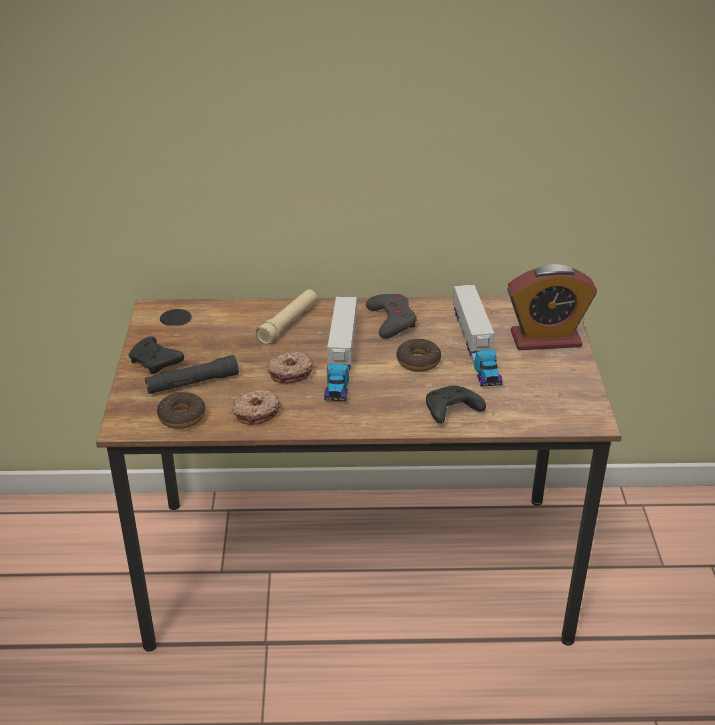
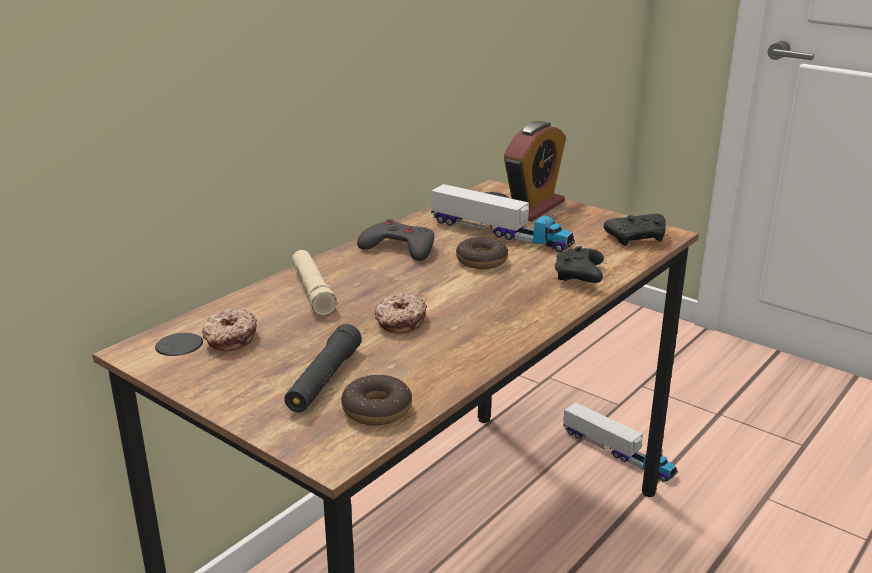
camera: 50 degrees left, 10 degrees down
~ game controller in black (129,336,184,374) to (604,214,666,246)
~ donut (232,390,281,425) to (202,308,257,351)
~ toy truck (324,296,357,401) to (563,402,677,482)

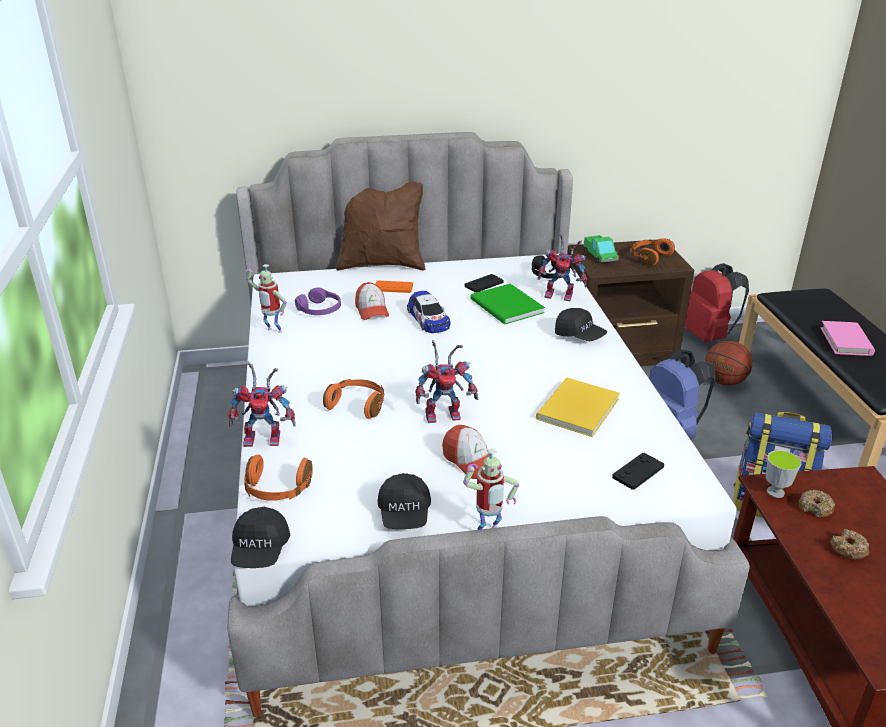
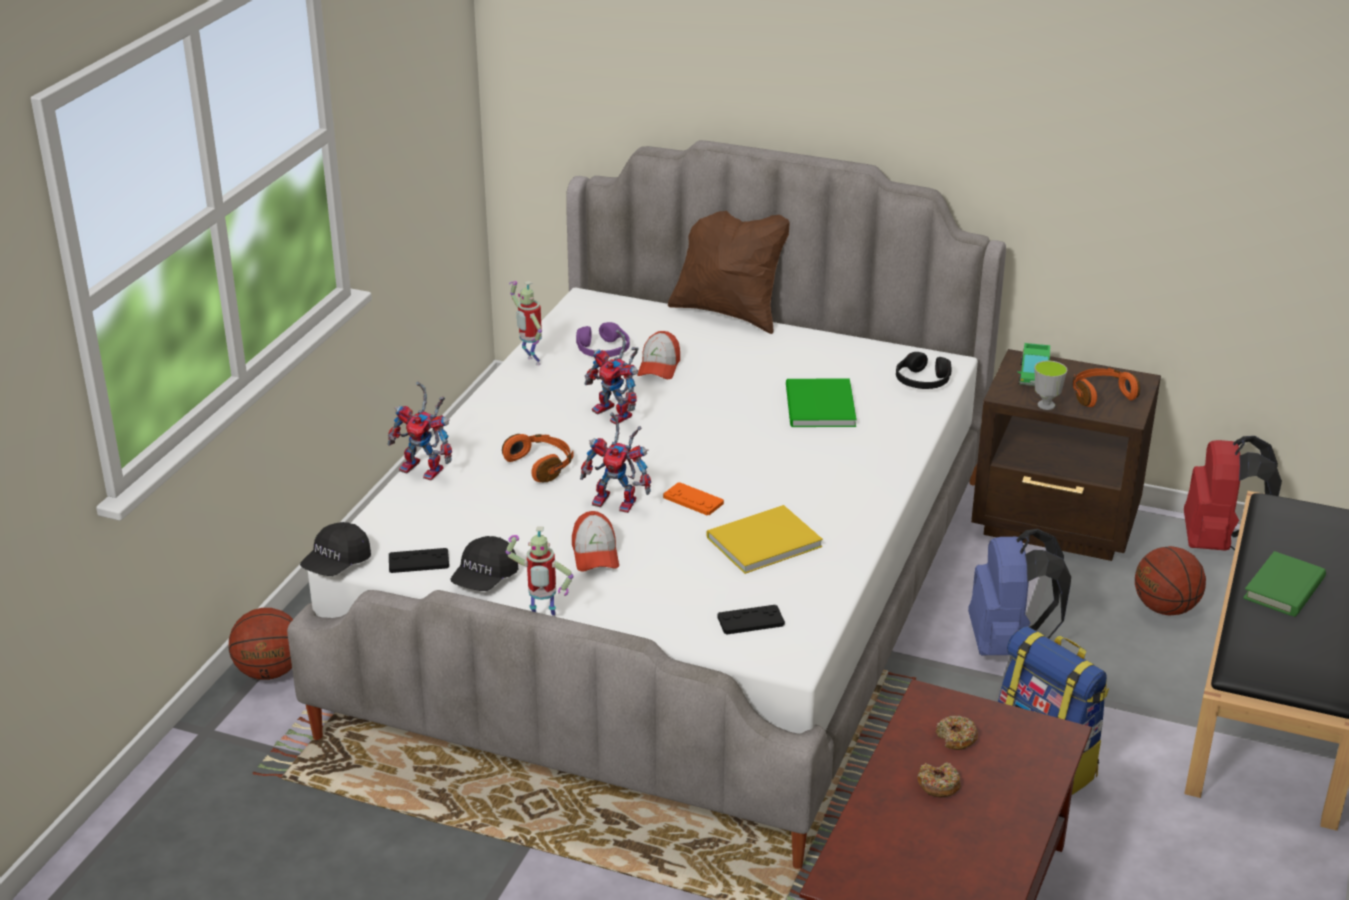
camera: 30 degrees right, 0 degrees up
- headphones in orange (244,454,313,501)
~ game controller in orange (375,281,413,293) to (663,483,724,515)
- toy car (407,291,450,333)
~ game controller in black (464,274,503,293) to (389,548,449,573)
~ toy robot (537,232,587,301) to (584,329,639,425)
- cap in black (555,308,607,341)
~ cup (766,450,801,498) to (1034,361,1067,410)
~ book in pink (820,321,875,356) to book in green (1243,551,1326,617)
+ basketball (229,608,293,680)

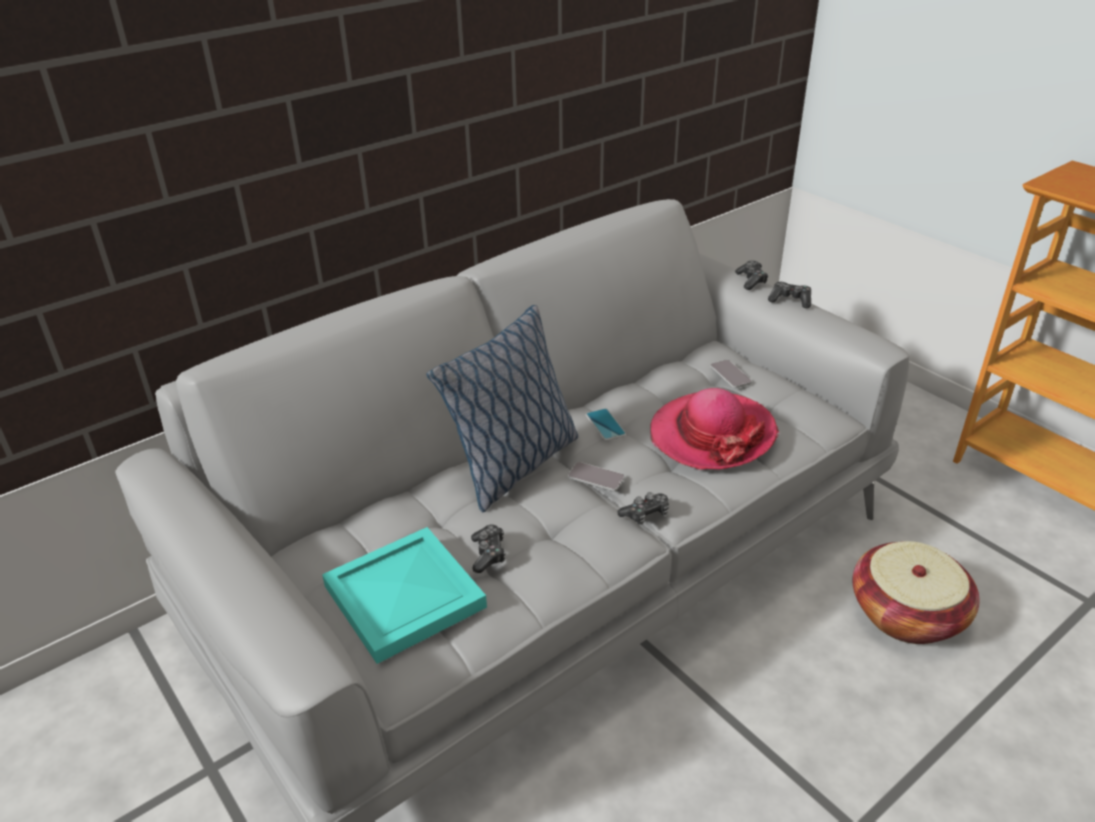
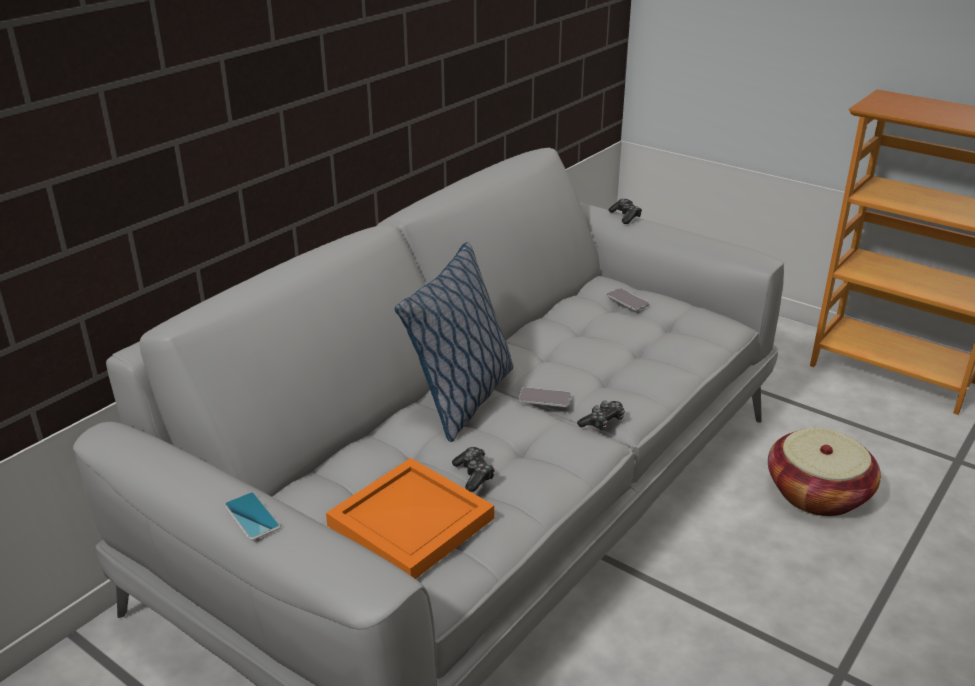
camera: 15 degrees left, 5 degrees down
~ tray in turquoise (322,527,487,664) to tray in orange (326,458,494,579)
~ phone (586,408,626,441) to (224,492,281,540)
- hat (650,388,779,470)
- game controller (768,282,811,308)

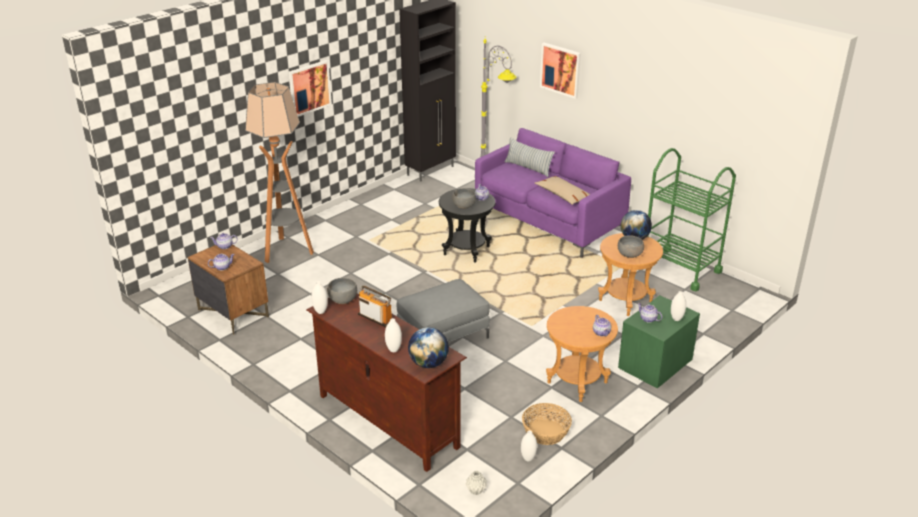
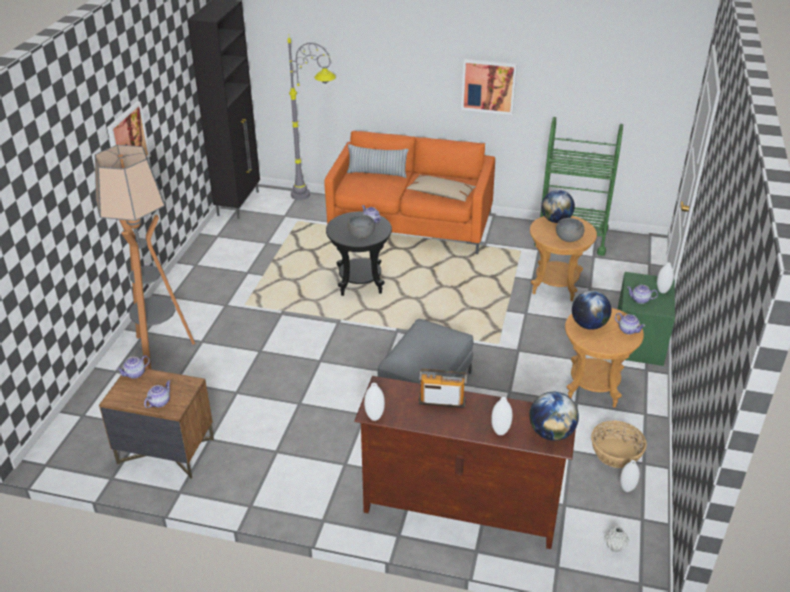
camera: 30 degrees left, 5 degrees up
- bowl in grey (327,278,357,304)
~ sofa in purple (475,128,631,258) to sofa in orange (324,131,495,254)
~ picture (540,43,581,99) to (461,59,517,115)
+ globe (572,291,612,330)

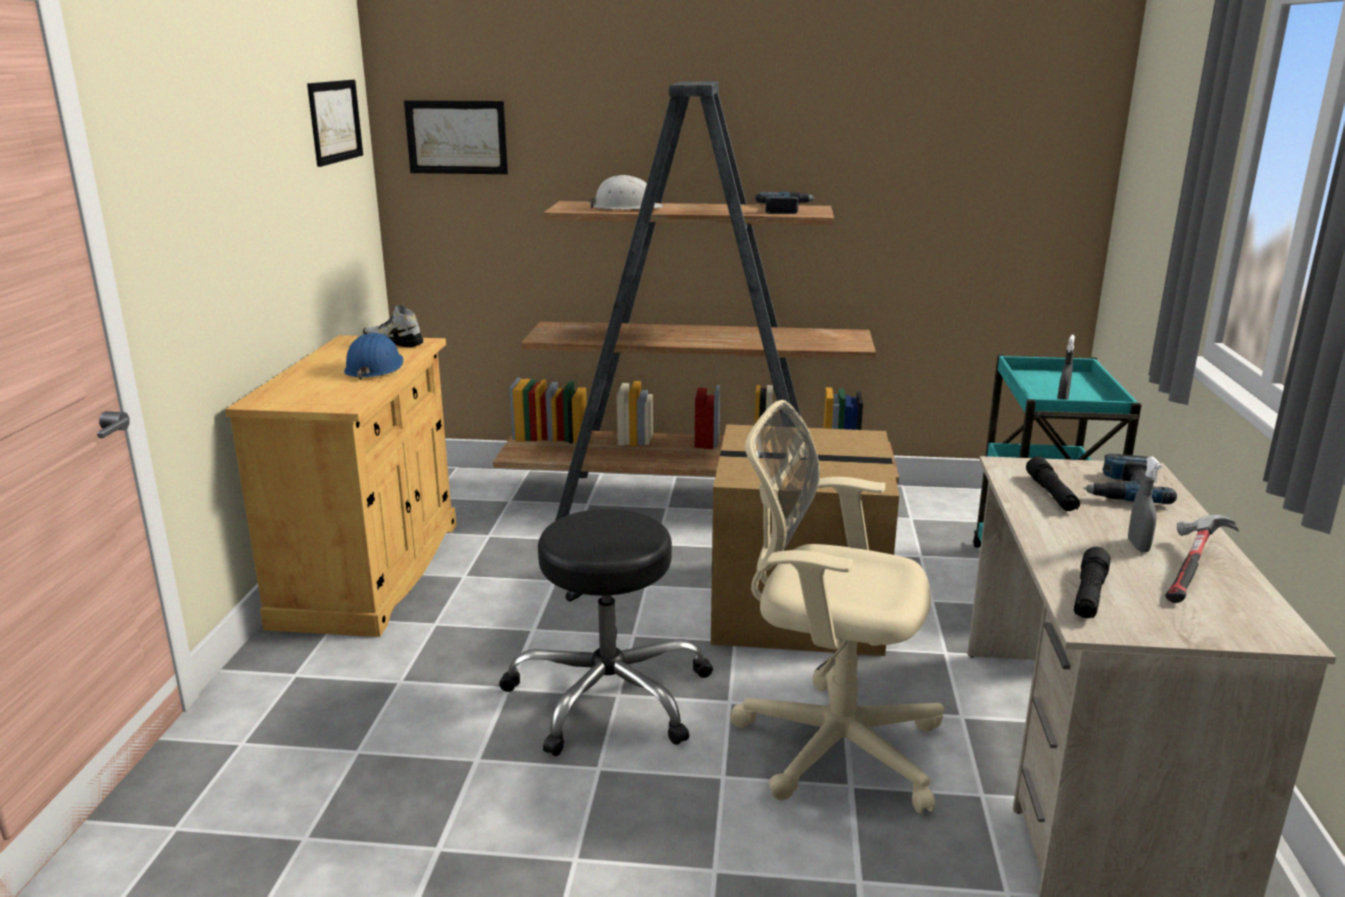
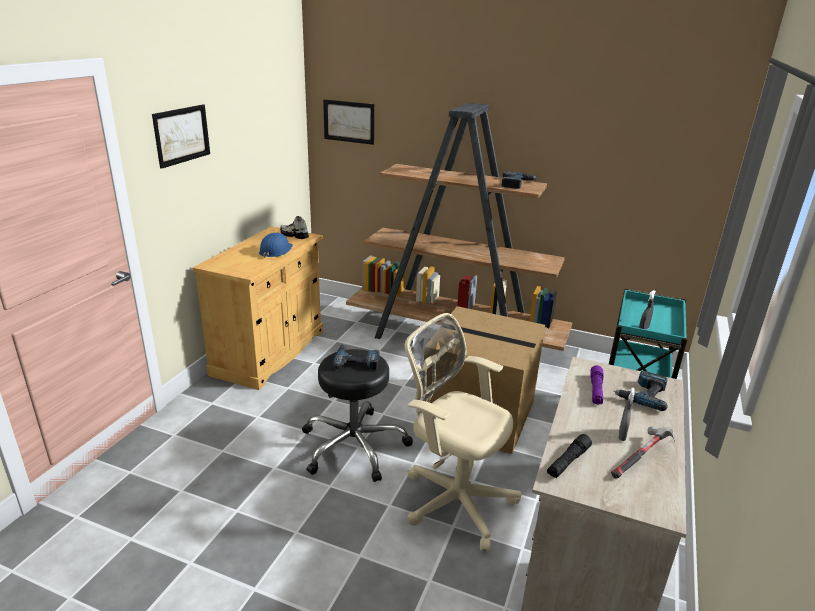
camera: 15 degrees right, 5 degrees up
~ picture (307,80,363,167) to (152,104,210,169)
- hard hat in white (588,175,663,210)
~ flashlight in black (1026,456,1080,511) to flashlight in purple (590,365,604,404)
+ power drill (333,344,380,370)

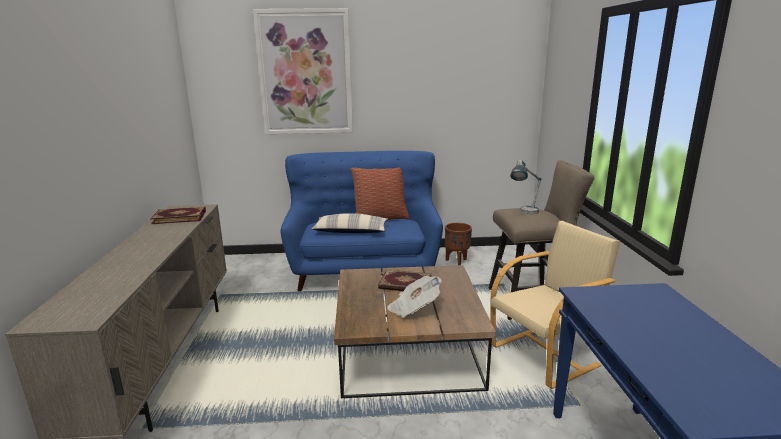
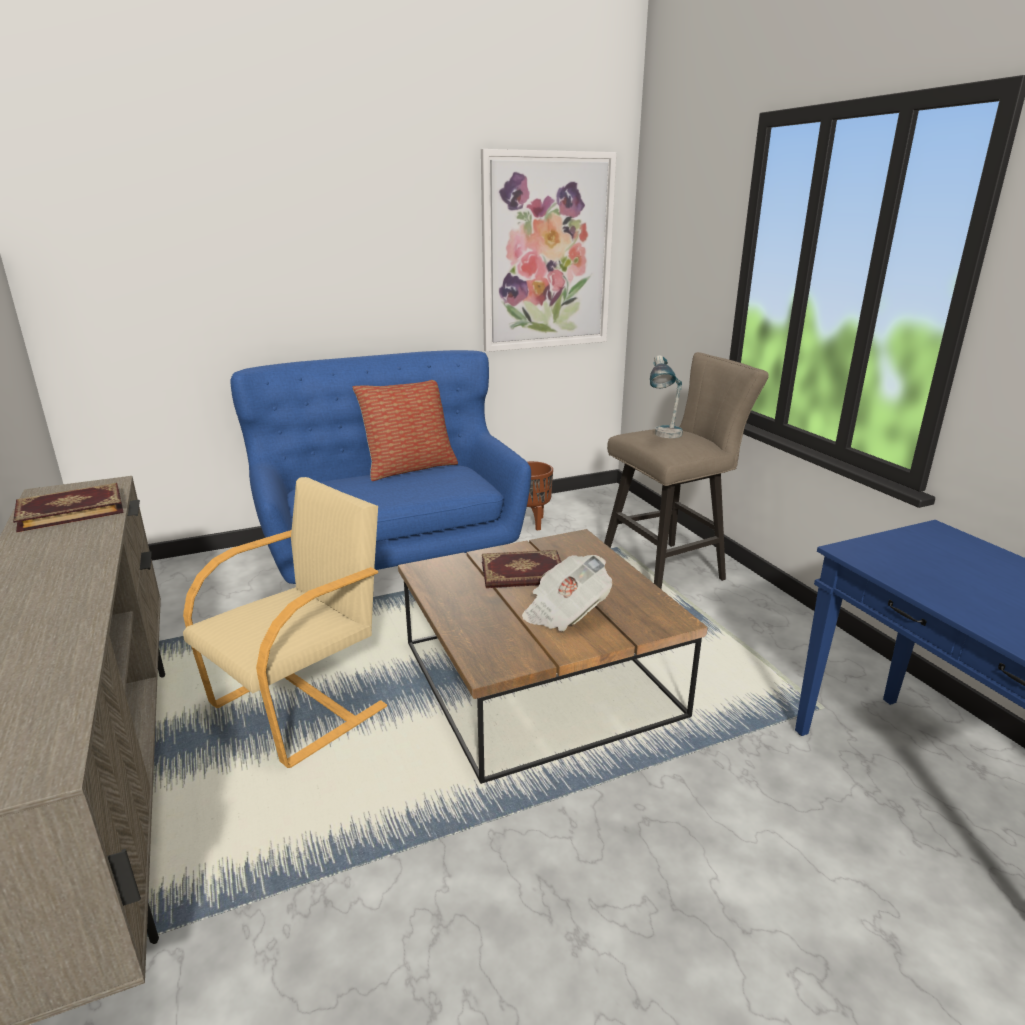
camera: 20 degrees left, 5 degrees up
~ picture (253,8,353,134) to (481,149,616,352)
- pillow (312,213,388,233)
~ armchair in beige (490,221,620,389) to (183,477,387,768)

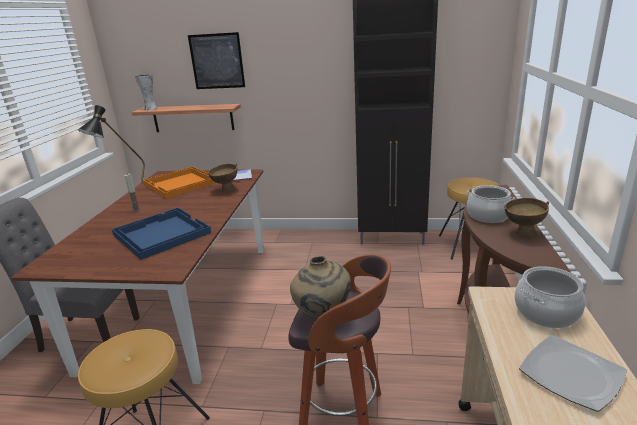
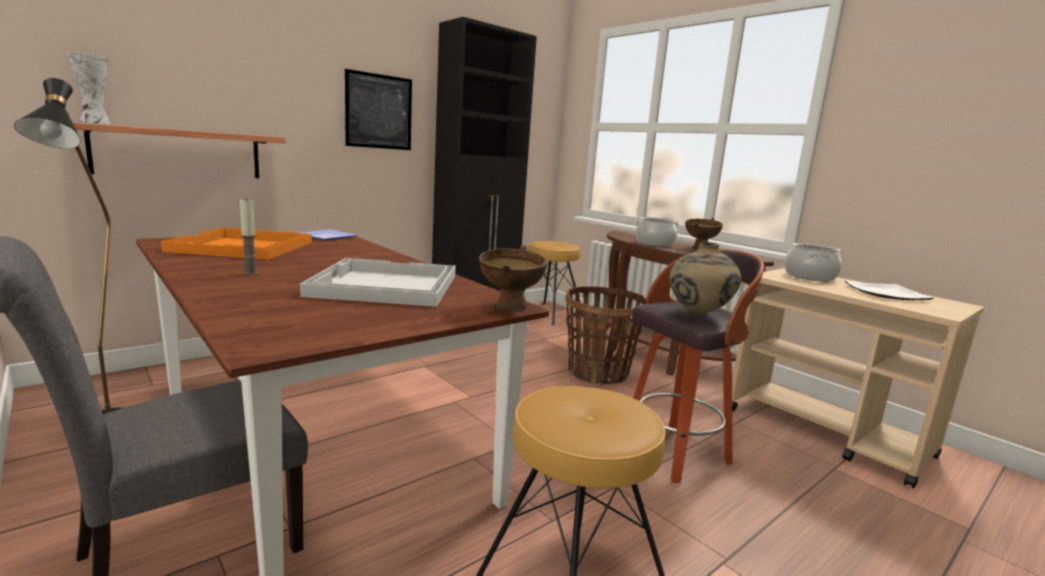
camera: 50 degrees left, 10 degrees down
~ tray in blue (112,208,211,260) to tray in white (300,258,456,307)
~ picture (188,32,245,89) to (345,69,412,150)
~ bowl in brown (207,163,238,193) to (479,245,548,312)
+ basket (565,286,647,385)

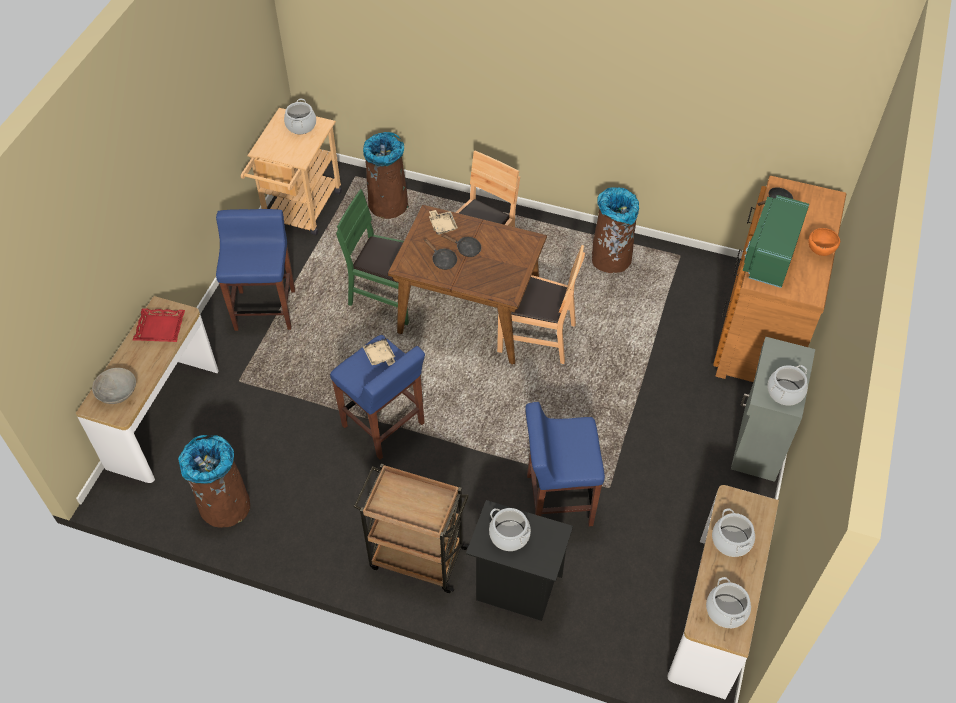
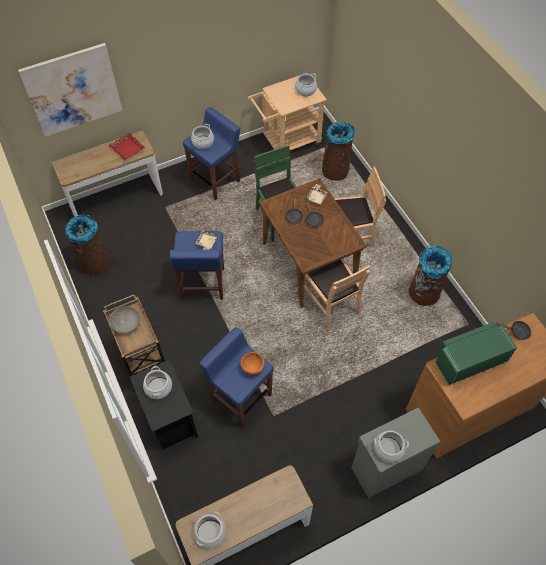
camera: 45 degrees right, 5 degrees up
~ bowl in grey (92,368,136,404) to (109,306,140,334)
~ cooking pot (712,508,755,557) to (191,124,214,149)
~ bowl in orange (808,228,840,256) to (241,352,264,375)
+ picture (18,43,123,137)

